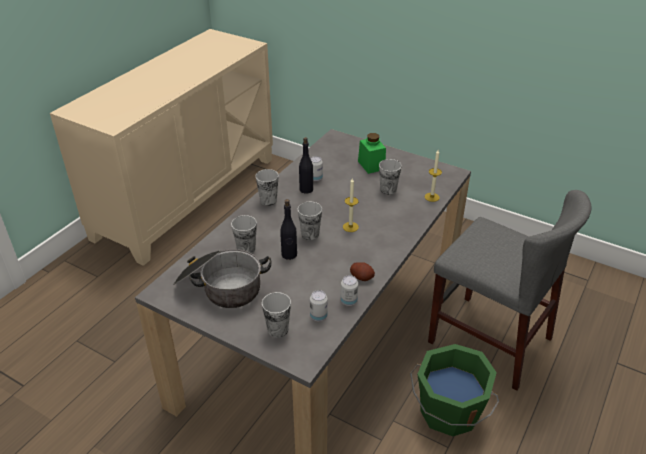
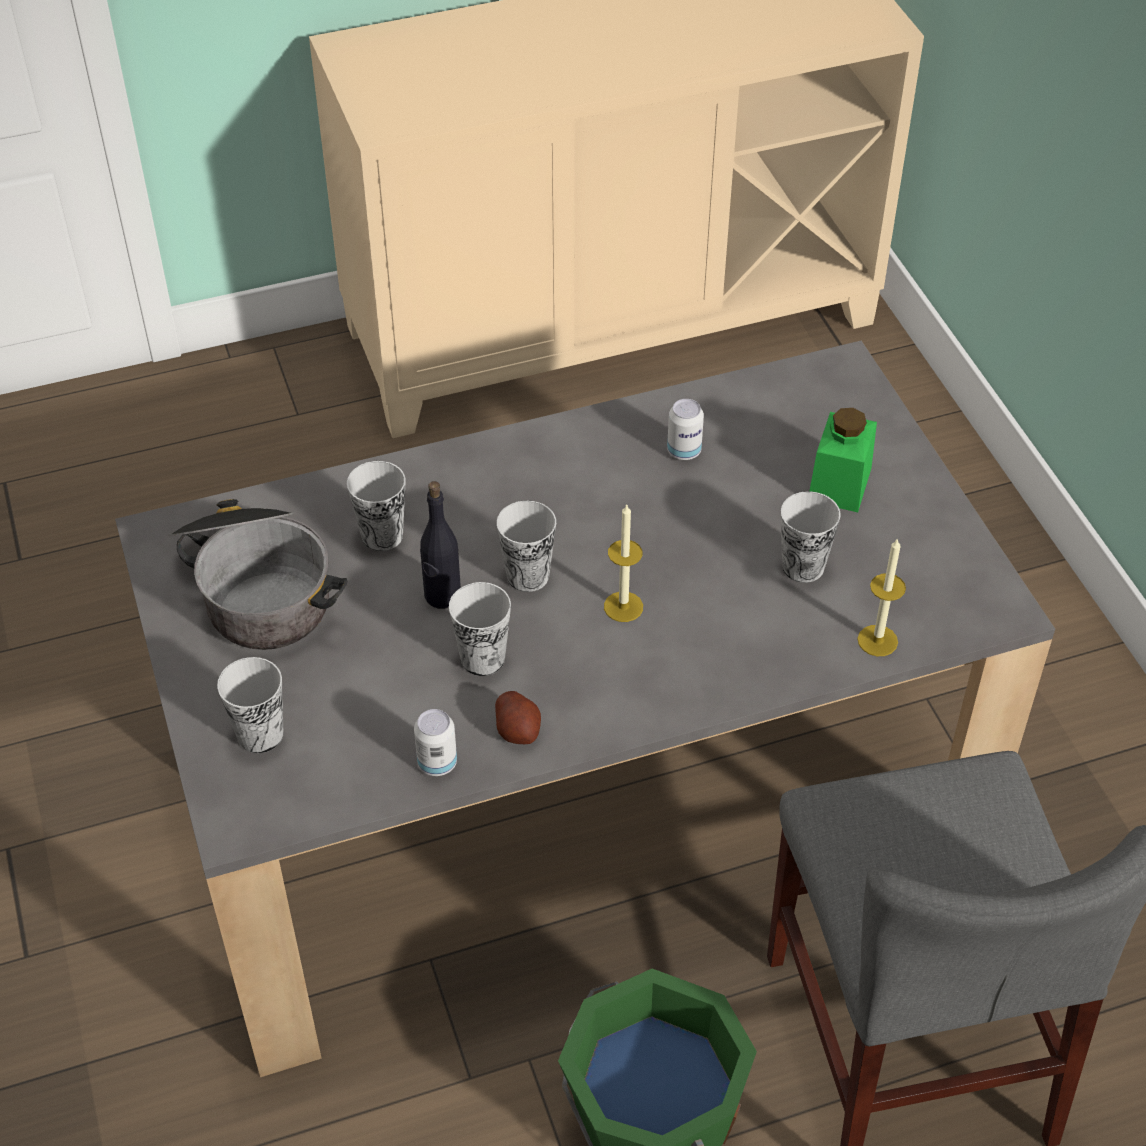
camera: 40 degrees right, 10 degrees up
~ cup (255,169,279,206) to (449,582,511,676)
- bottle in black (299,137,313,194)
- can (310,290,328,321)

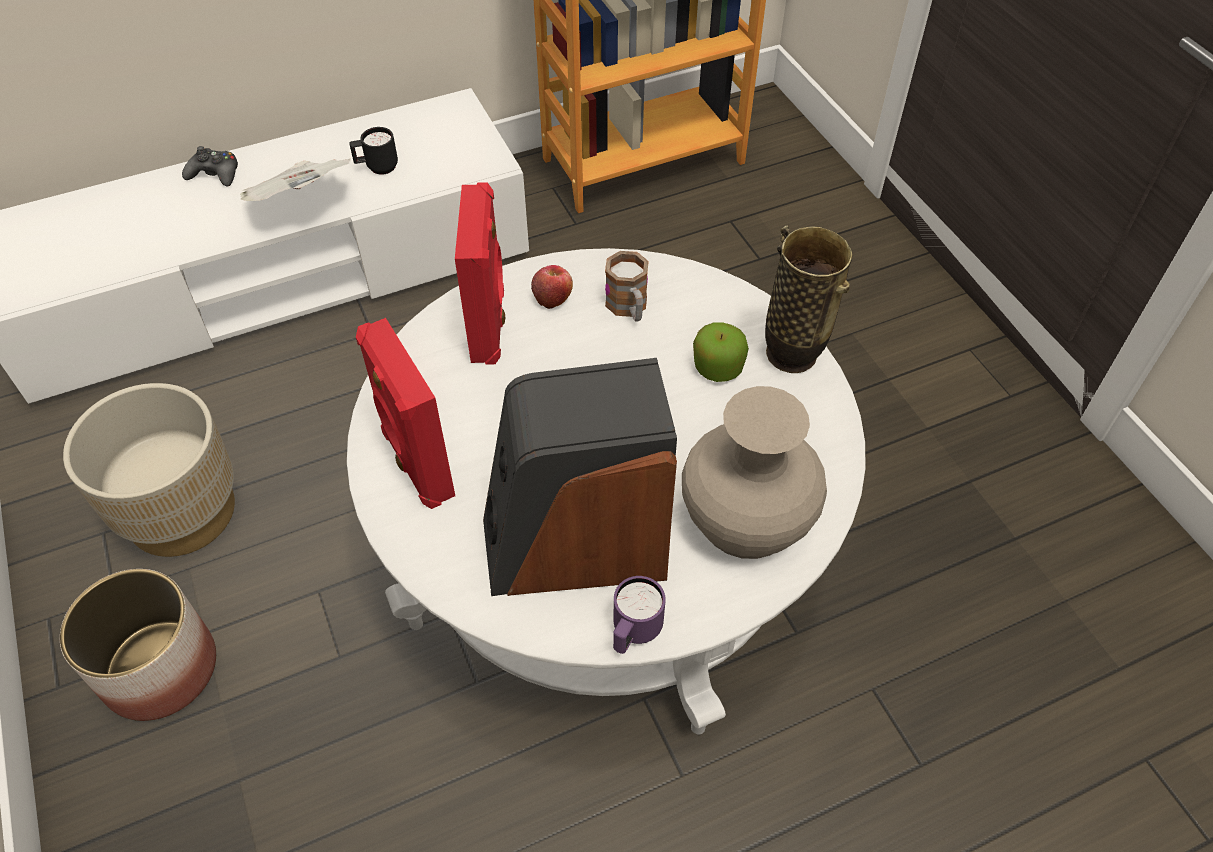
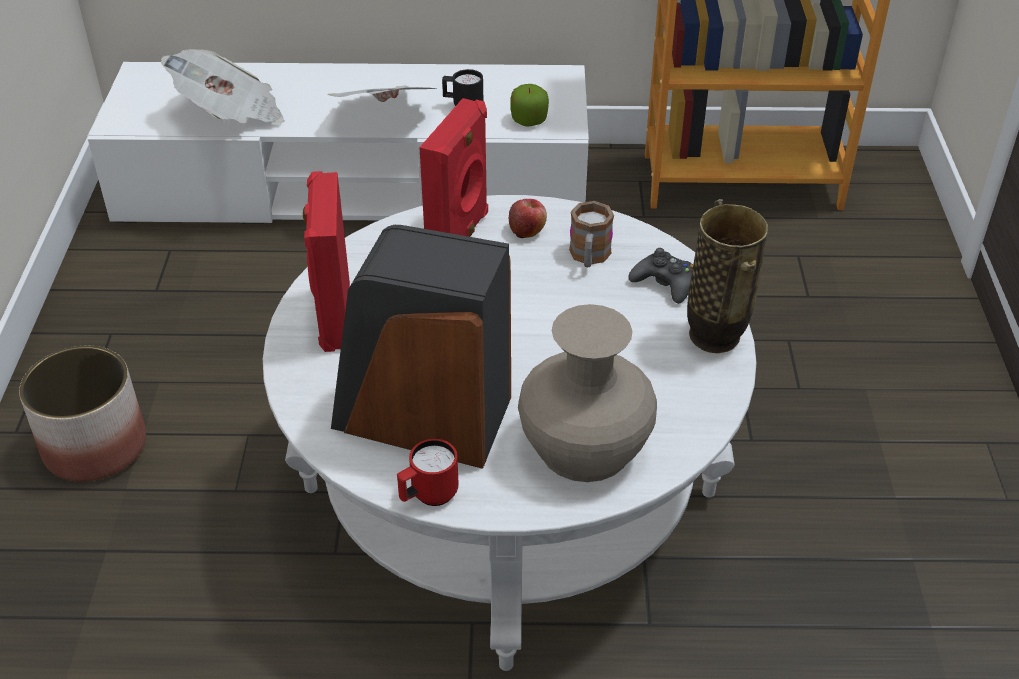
camera: 25 degrees right, 10 degrees down
- planter in beige (63,383,235,557)
~ game controller in black (182,146,238,187) to (628,248,693,304)
~ mug in purple (613,576,665,654) to mug in red (397,439,459,506)
~ apple (693,322,749,382) to (511,84,549,126)
+ newspaper (161,49,285,124)

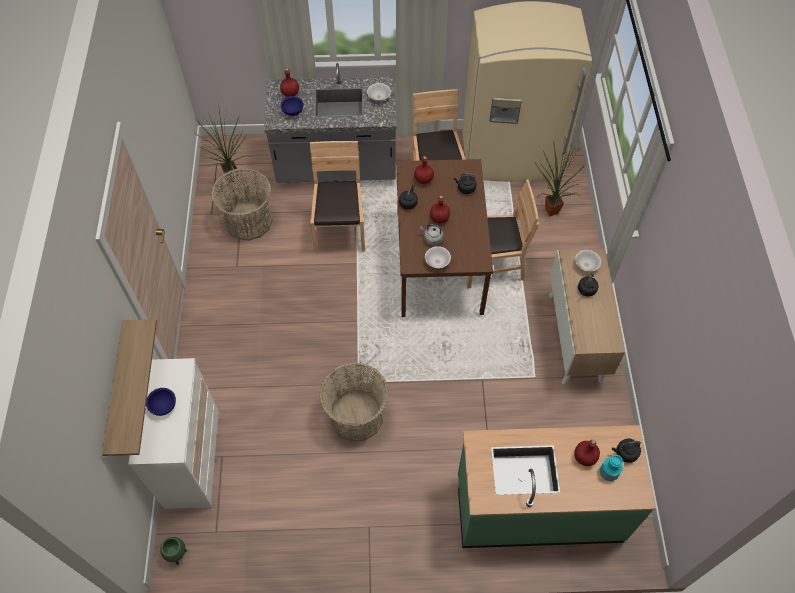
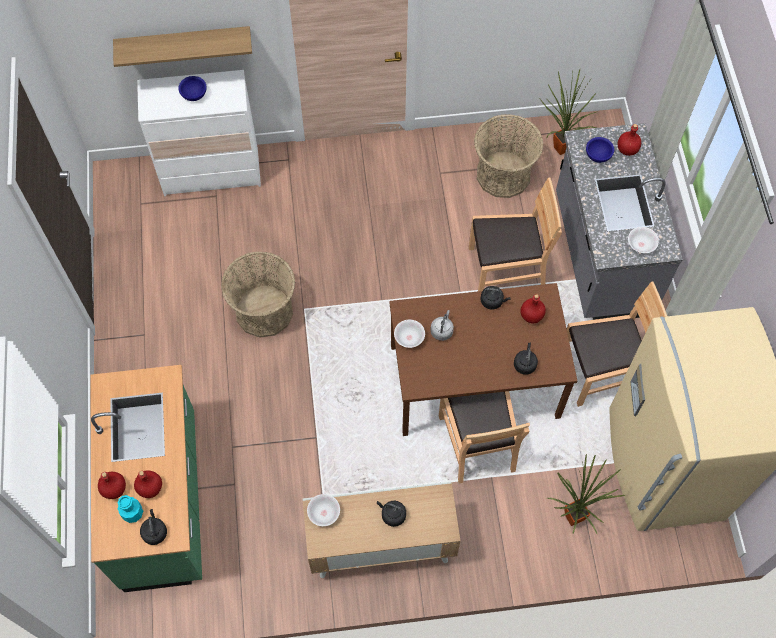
camera: 85 degrees right, 5 degrees up
- planter in green (160,537,187,565)
~ bottle in red (430,196,450,223) to (98,472,126,499)
~ bowl in white (575,250,601,271) to (307,494,340,526)

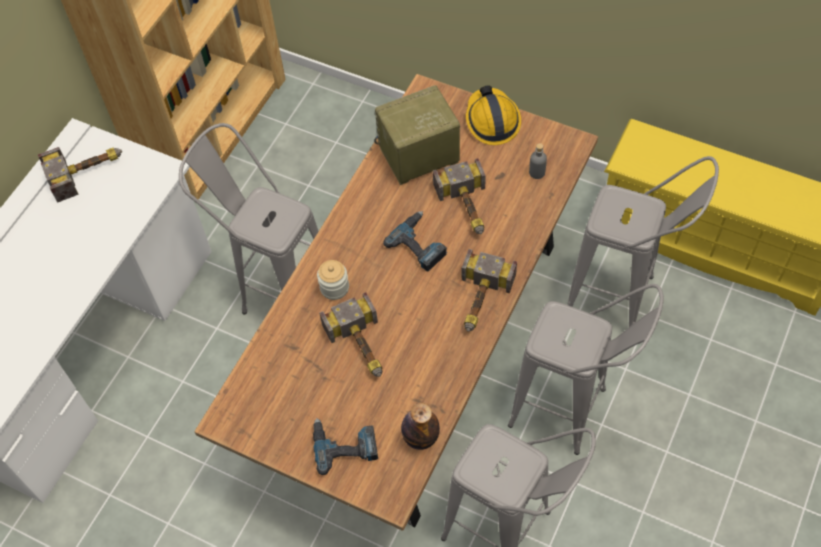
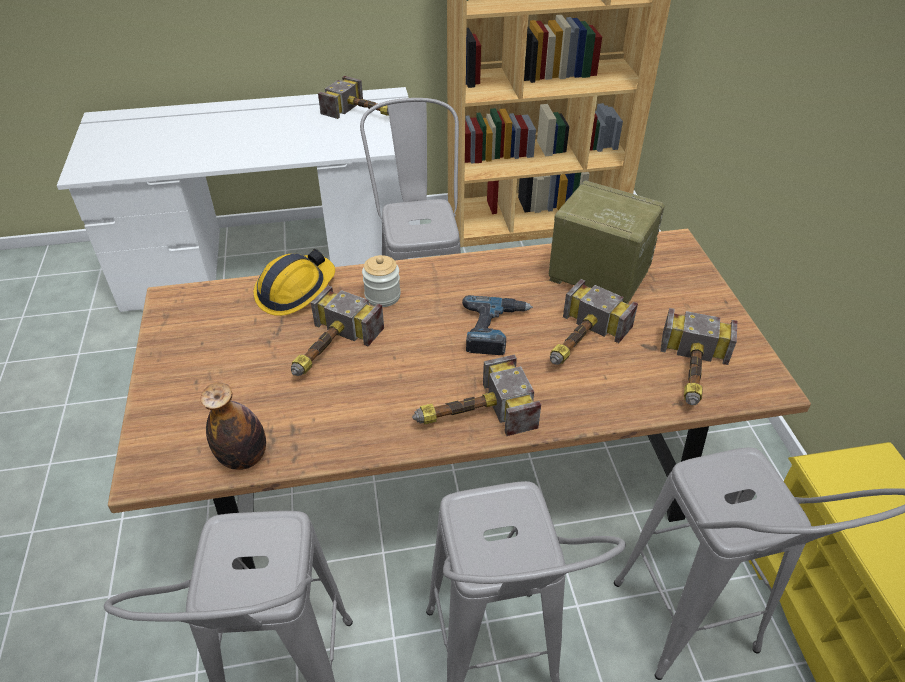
camera: 50 degrees right, 15 degrees down
- power drill (313,418,378,475)
~ hard hat (466,85,521,145) to (253,249,335,316)
~ bottle in grey (529,143,547,179) to hammer (660,308,737,405)

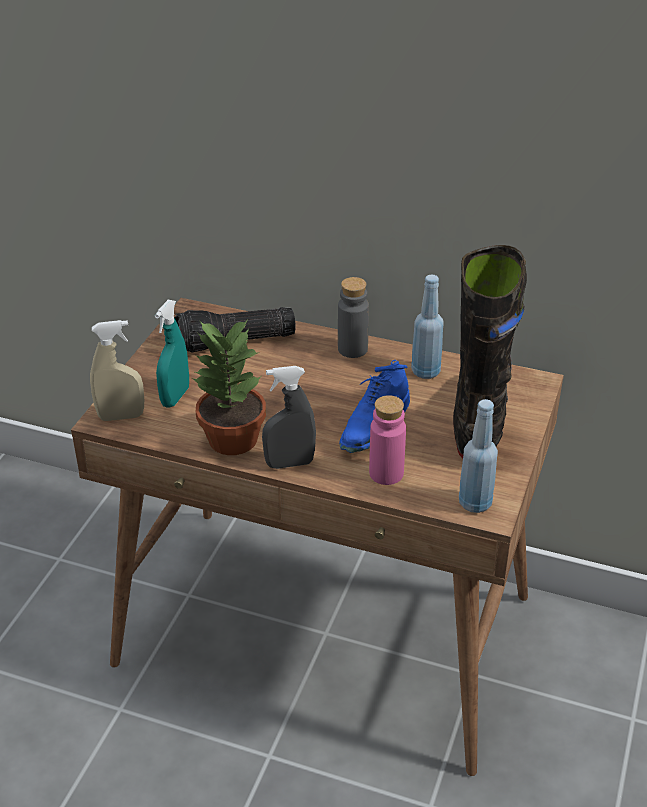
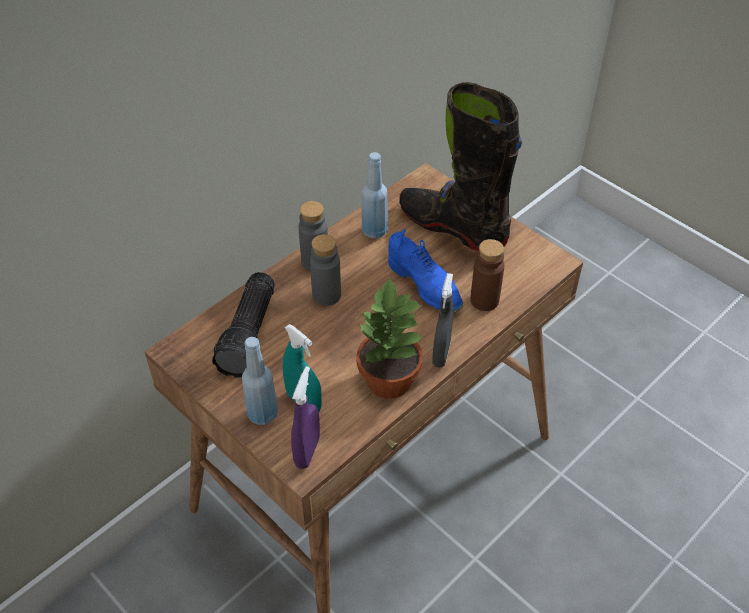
camera: 65 degrees left, 10 degrees up
~ spray bottle in beige (90,320,144,421) to spray bottle in purple (291,366,320,469)
~ bottle in pink (369,395,406,485) to bottle in brown (470,239,504,311)
~ bottle in blue (459,399,498,513) to (242,337,278,425)
+ bottle in grey (310,234,341,306)

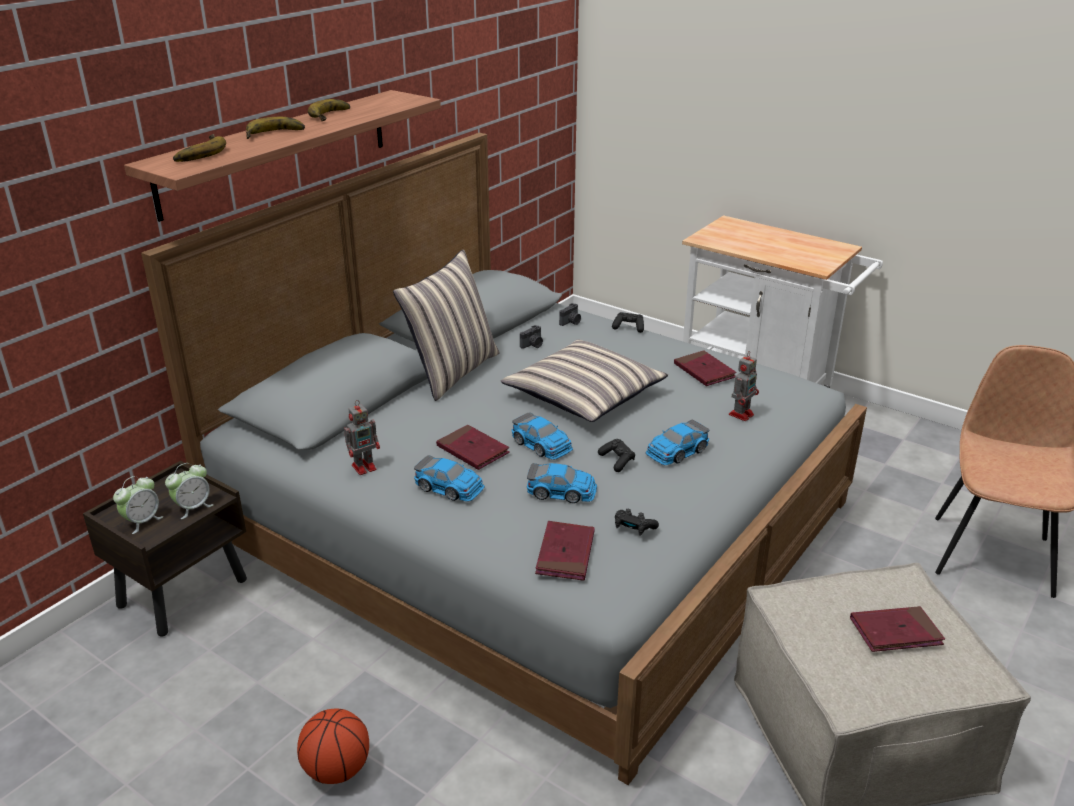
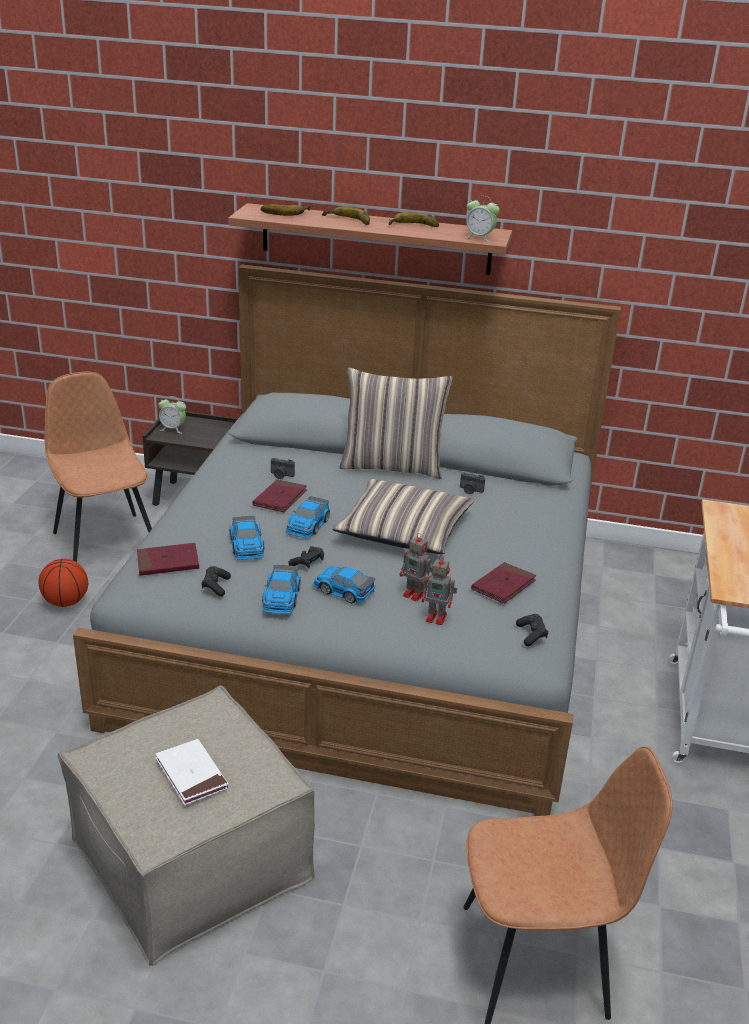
camera: 65 degrees right, 0 degrees up
~ alarm clock (165,463,214,519) to (465,196,500,242)
~ toy robot (344,400,380,475) to (400,533,432,602)
~ toy car (414,455,485,502) to (262,565,301,614)
~ photo camera (559,303,581,326) to (271,458,295,479)
~ game controller in black (612,312,644,333) to (516,614,548,646)
~ book in red (850,606,945,652) to book in white (156,739,229,806)
+ chair in brown (45,372,152,562)

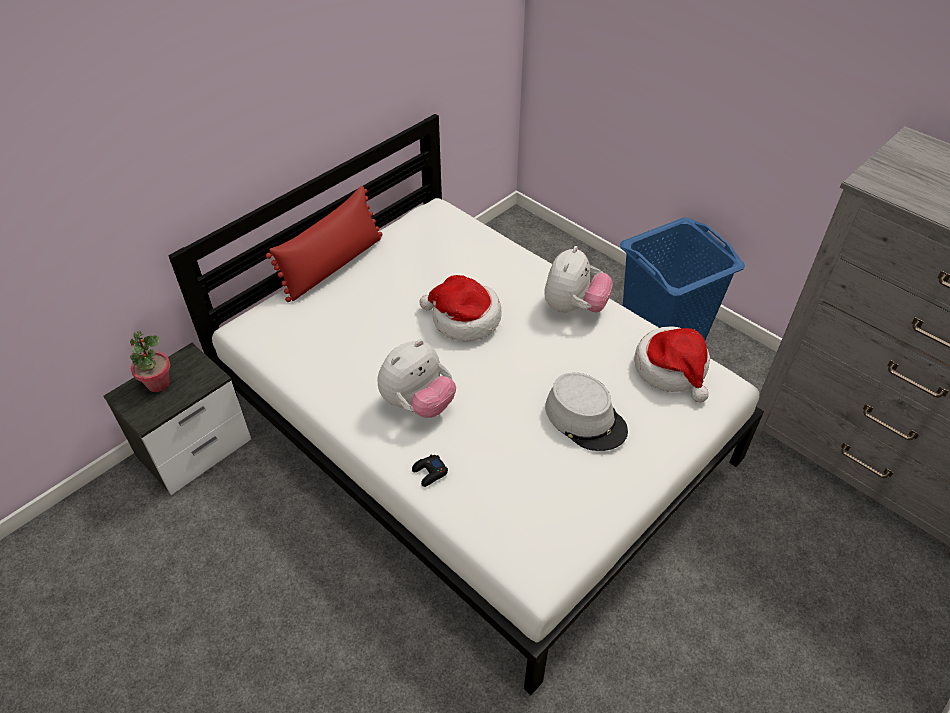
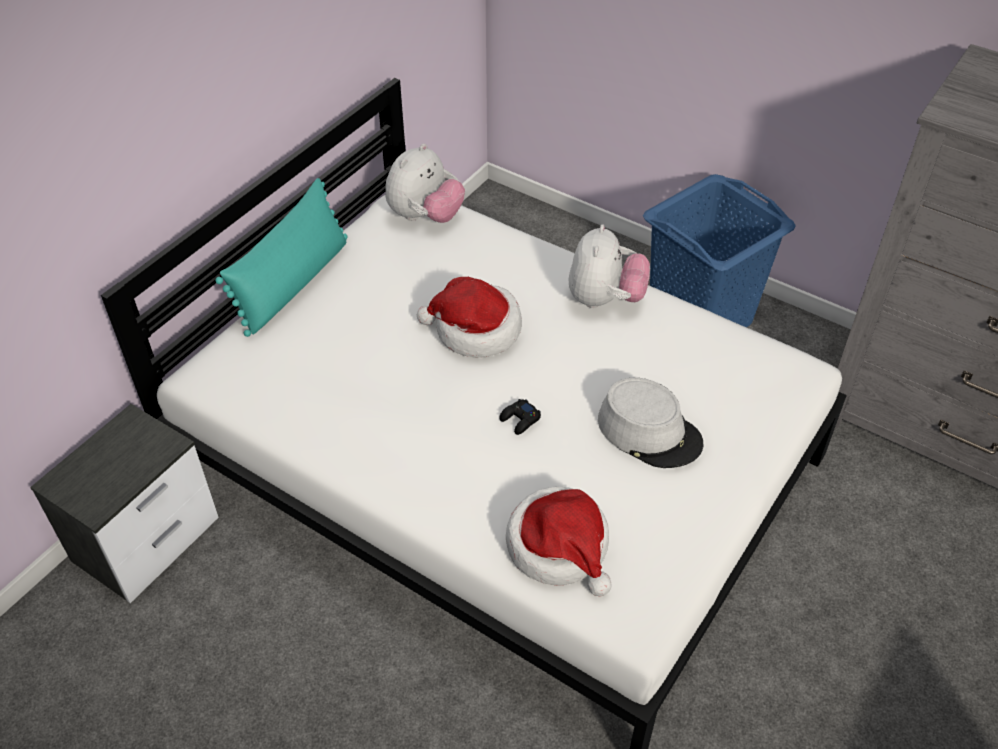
camera: 10 degrees left, 0 degrees up
- potted plant (129,331,170,392)
~ pillow in red (266,186,382,302) to pillow in turquoise (215,178,347,337)
~ plush toy (377,340,456,418) to (385,144,465,223)
~ game controller in black (412,455,448,487) to (499,399,541,435)
~ hat (634,327,710,402) to (506,486,611,596)

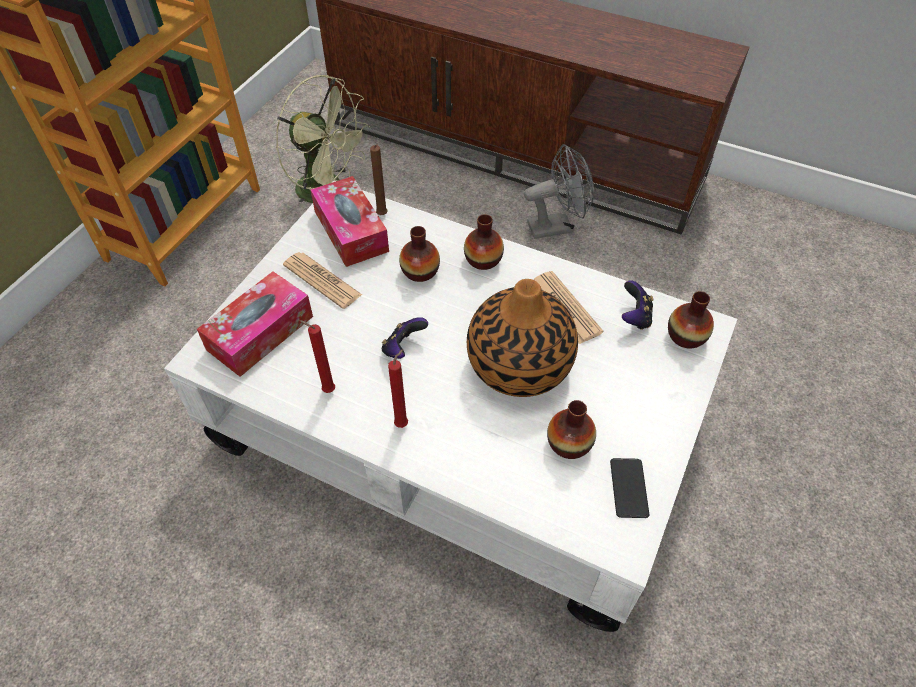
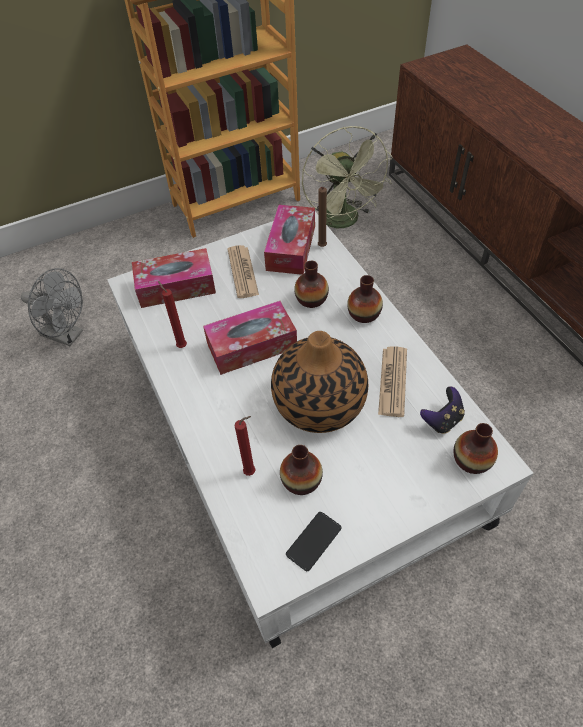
camera: 40 degrees right, 0 degrees up
~ game controller (382,317,428,359) to tissue box (203,301,297,375)
~ candle in red (388,349,408,428) to (234,416,256,476)
~ fan in grey (524,144,594,239) to (21,268,83,346)

